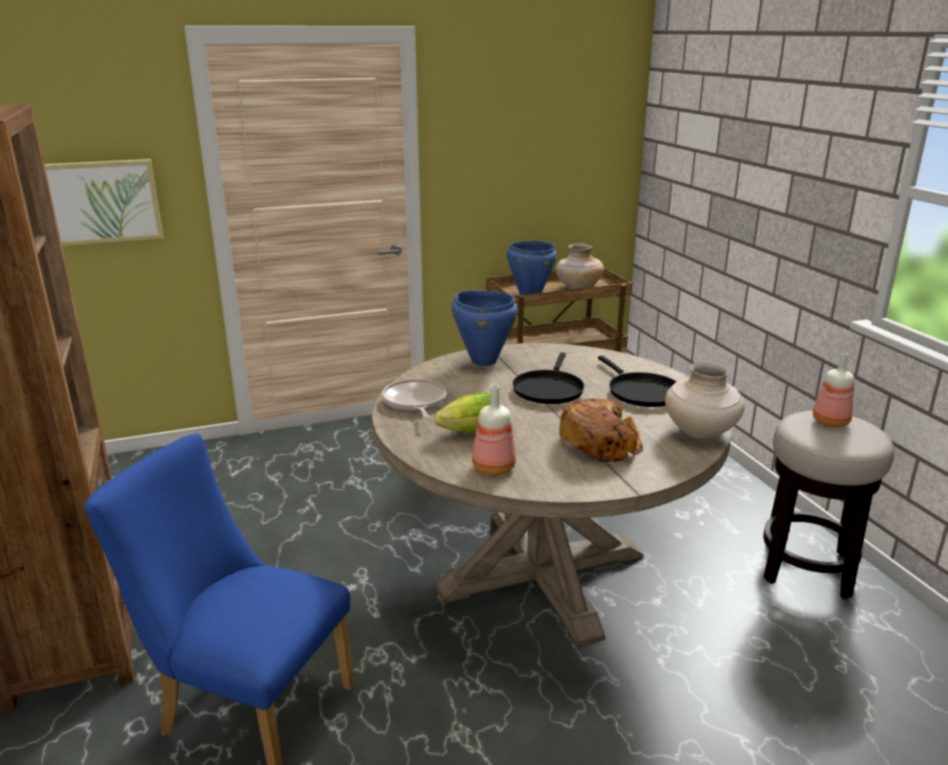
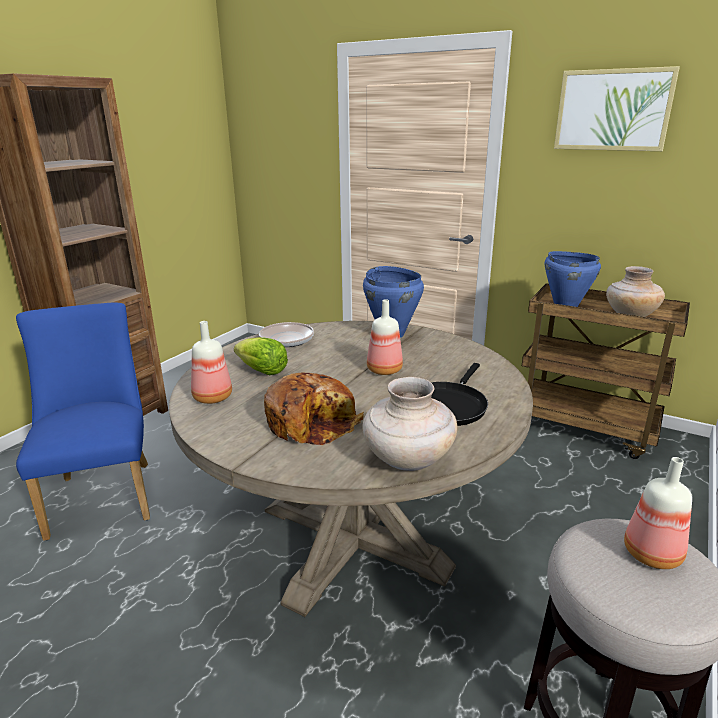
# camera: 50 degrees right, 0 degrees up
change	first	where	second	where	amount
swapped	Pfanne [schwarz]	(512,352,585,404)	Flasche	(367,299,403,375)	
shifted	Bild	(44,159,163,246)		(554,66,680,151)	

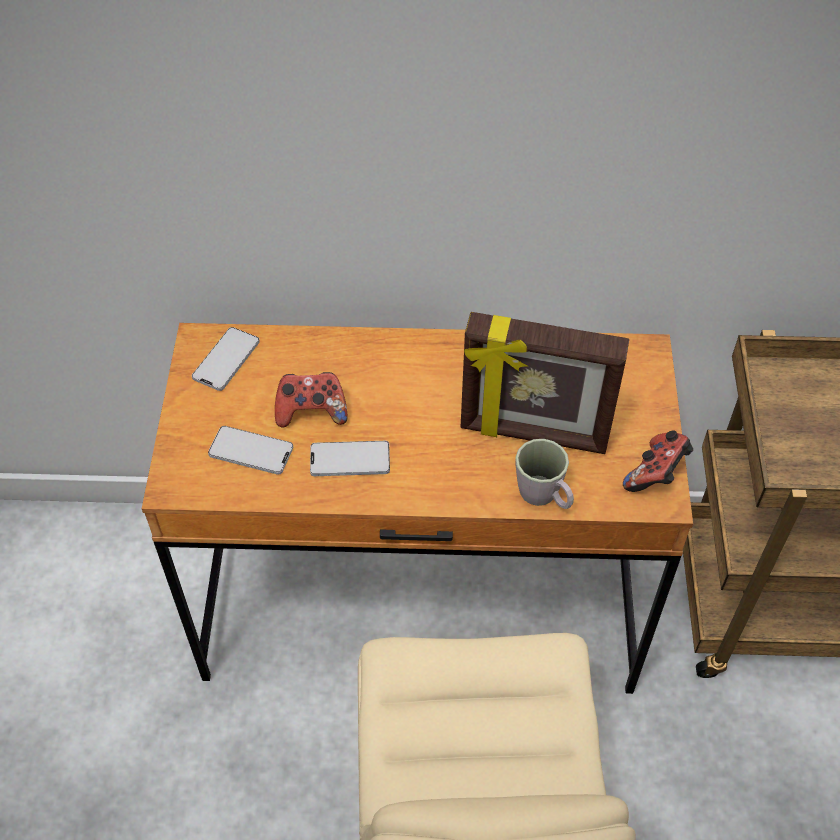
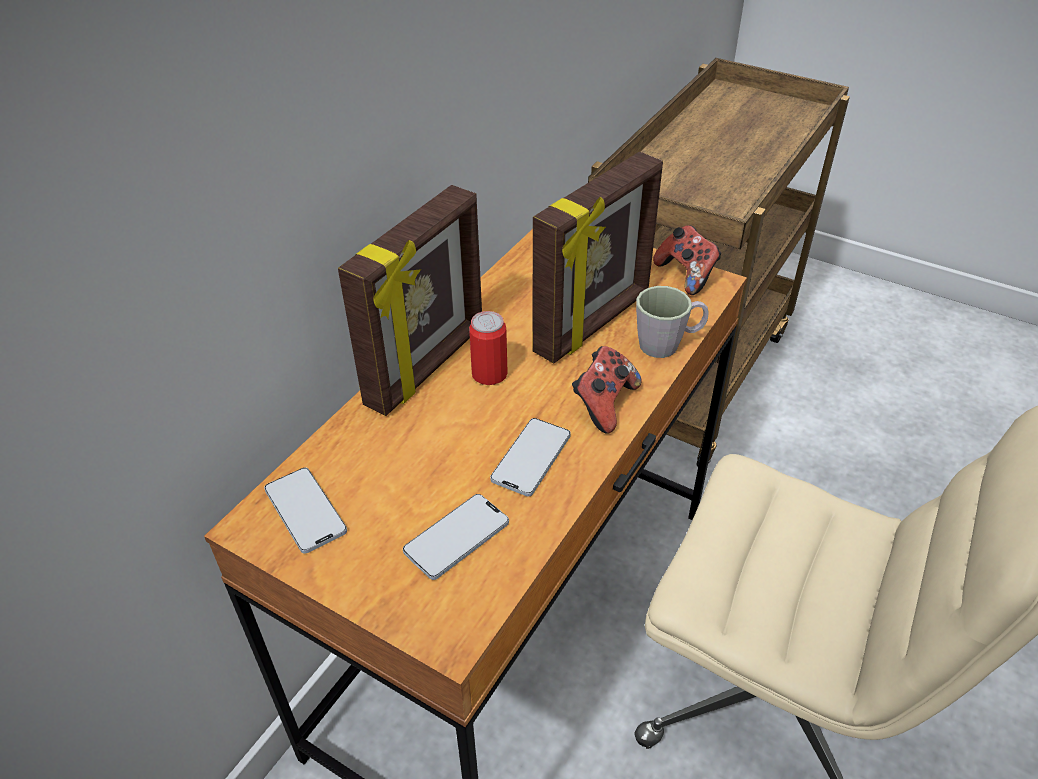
# camera: 60 degrees left, 10 degrees down
change	first	where	second	where	amount
new			Bilderrahmen	(338,185,482,416)	
new			Dose	(469,311,508,385)	
shifted	Gamepad	(275,372,348,427)		(572,346,642,434)	

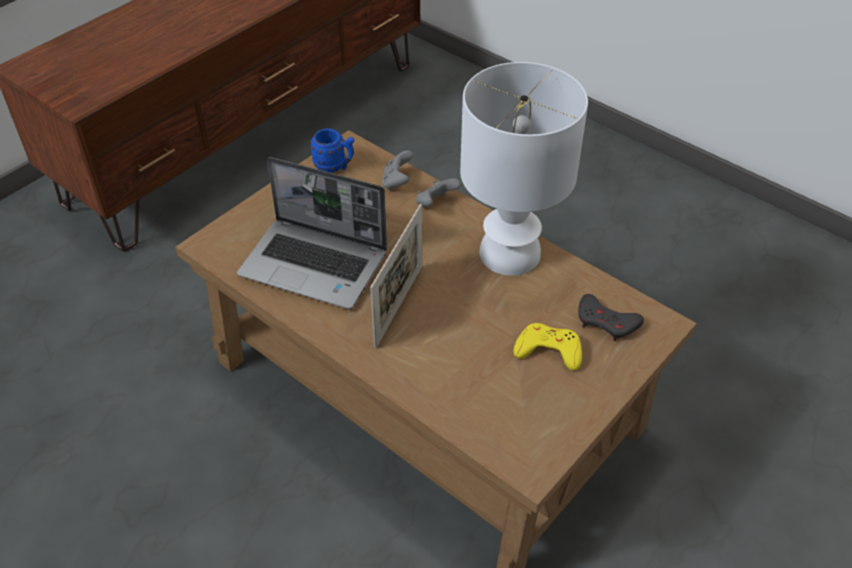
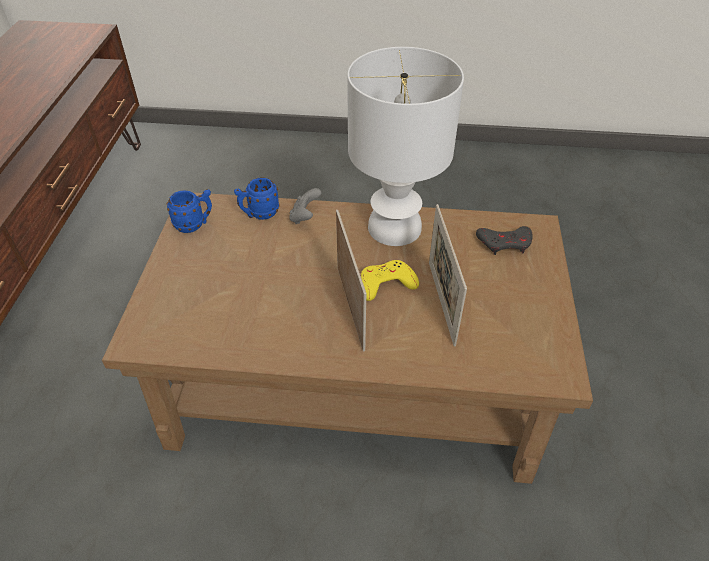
# camera: 35 degrees left, 0 degrees up
change	first	where	second	where	amount
swapped	Gamepad [grau]	(382,150,413,191)	Henkelbecher [blau]	(234,178,280,220)	
shifted	Gamepad [gelb]	(514,323,582,370)		(361,260,419,301)	
new			Bilderrahmen	(429,204,467,346)	
gone	Laptop	(237,157,387,309)			

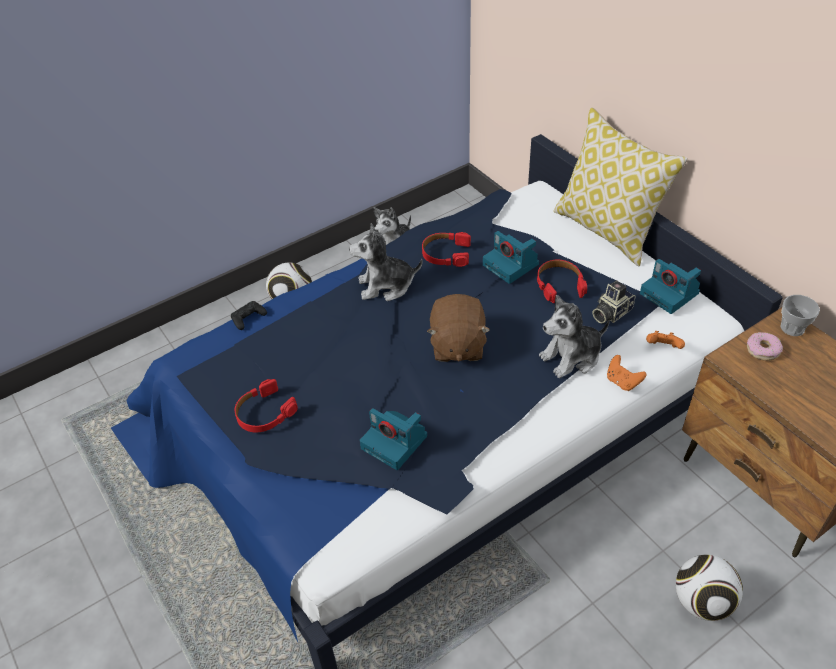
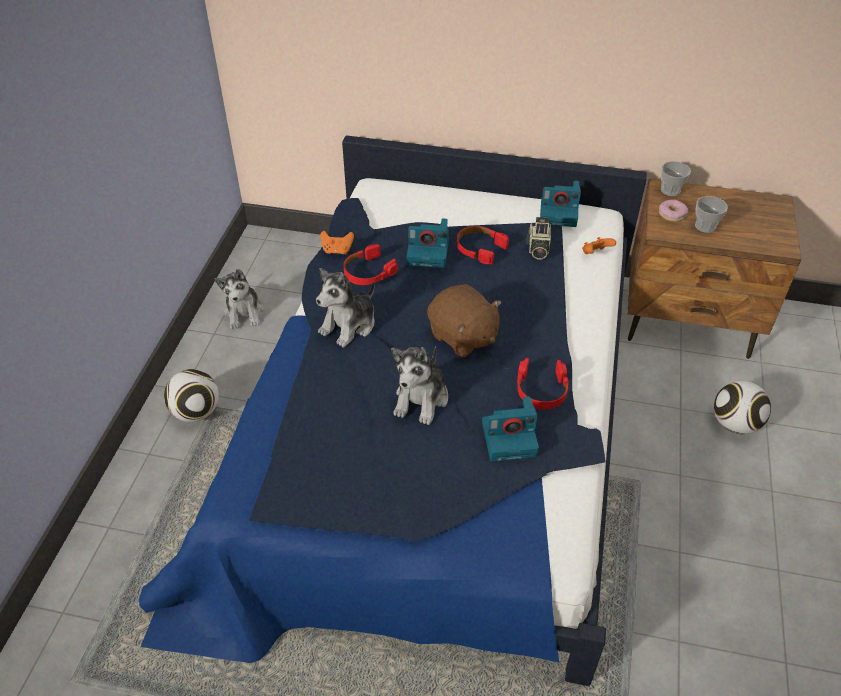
# camera: 45 degrees left, 0 degrees up
change	first	where	second	where	amount
shifted	Gamepad [orange]	(607,355,646,391)		(320,231,354,254)	
shifted	Plüschtier	(539,295,609,378)		(391,346,448,425)	
shifted	Kopfhörer [rot]	(235,379,298,432)		(516,358,569,409)	
new			Tasse	(695,196,728,233)	
gone	Gamepad [schwarz]	(231,301,267,330)			
gone	Kissen	(554,107,688,266)			

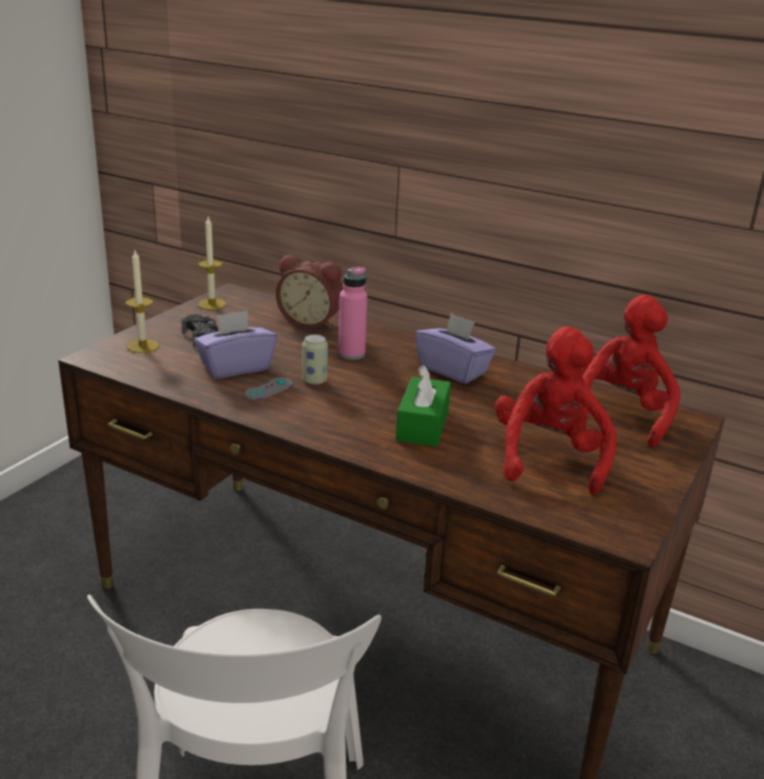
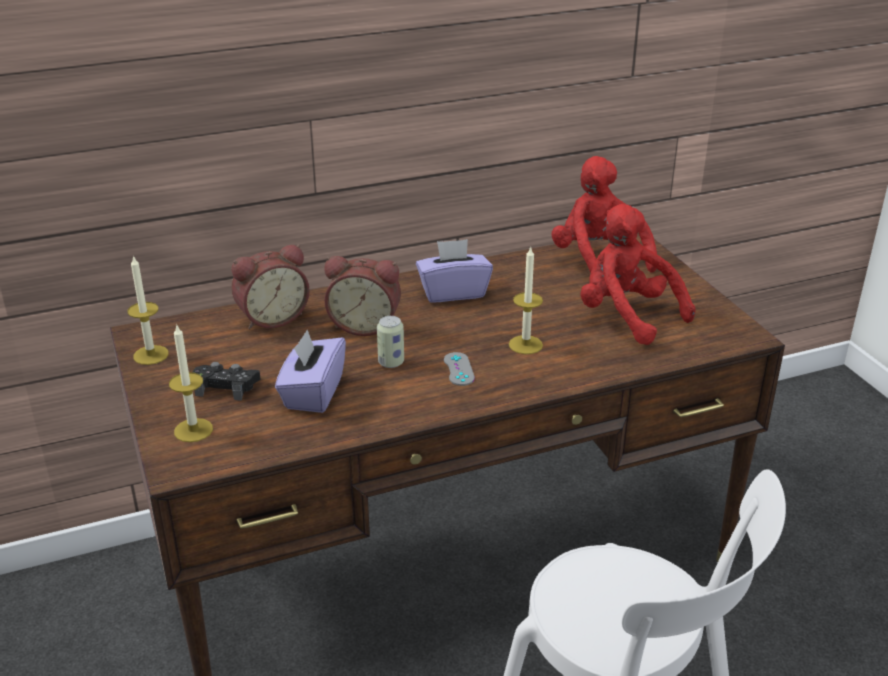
# camera: 50 degrees left, 5 degrees up
change	first	where	second	where	amount
swapped	Flasche [rosa]	(338,267,367,360)	Wecker	(324,256,401,336)	
shifted	Gamepad [grau]	(245,378,293,400)		(444,352,475,386)	
swapped	Taschentuchbox [grün]	(396,365,451,447)	Kerze	(509,247,543,354)	

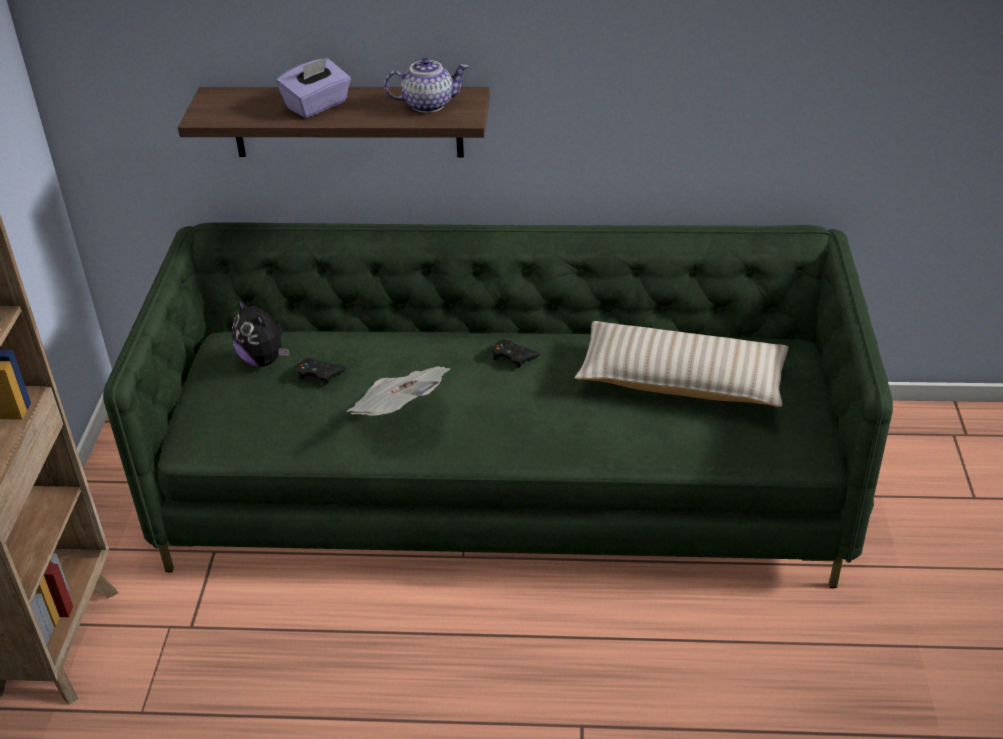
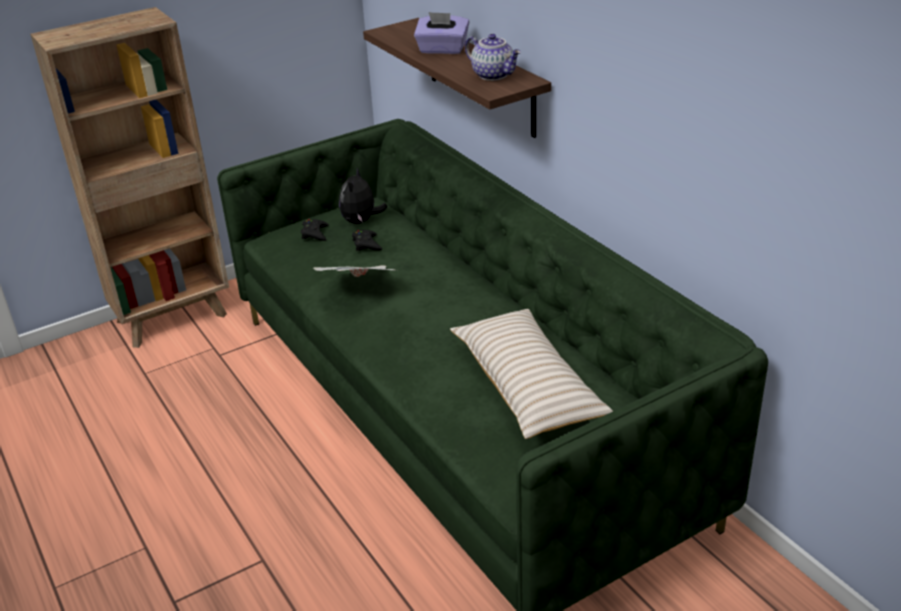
# camera: 55 degrees right, 5 degrees down
change	first	where	second	where	amount
shifted	Gamepad [schwarz]	(493,339,540,369)		(301,219,329,241)	

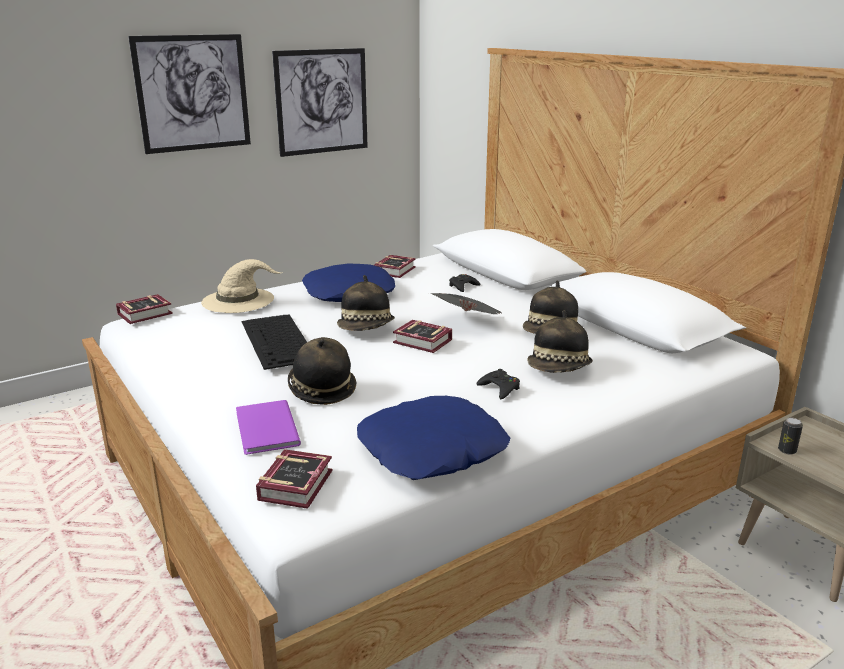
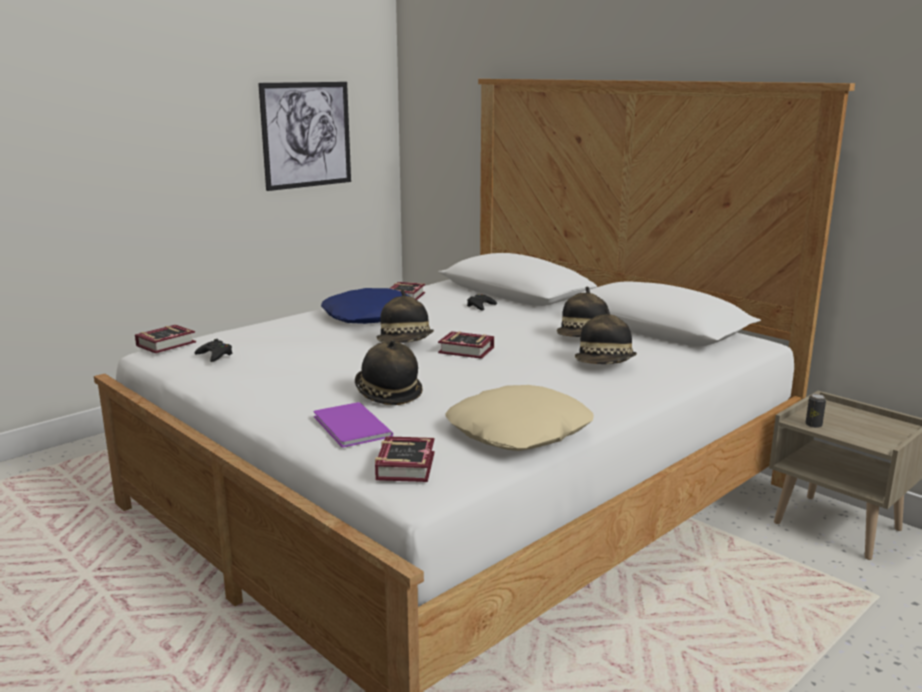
# camera: 10 degrees left, 5 degrees down
change	first	where	second	where	amount
shifted	Gamepad [schwarz]	(476,369,520,399)		(195,339,233,362)	
repainted	Kissen [blau]	(357,396,510,480)	Kissen [beige]	(445,385,594,451)	
gone	Bild	(128,34,251,154)			
gone	Hut [beige]	(201,259,283,313)			
gone	Tastatur	(242,314,307,370)			
gone	Zeitung	(430,293,502,314)			

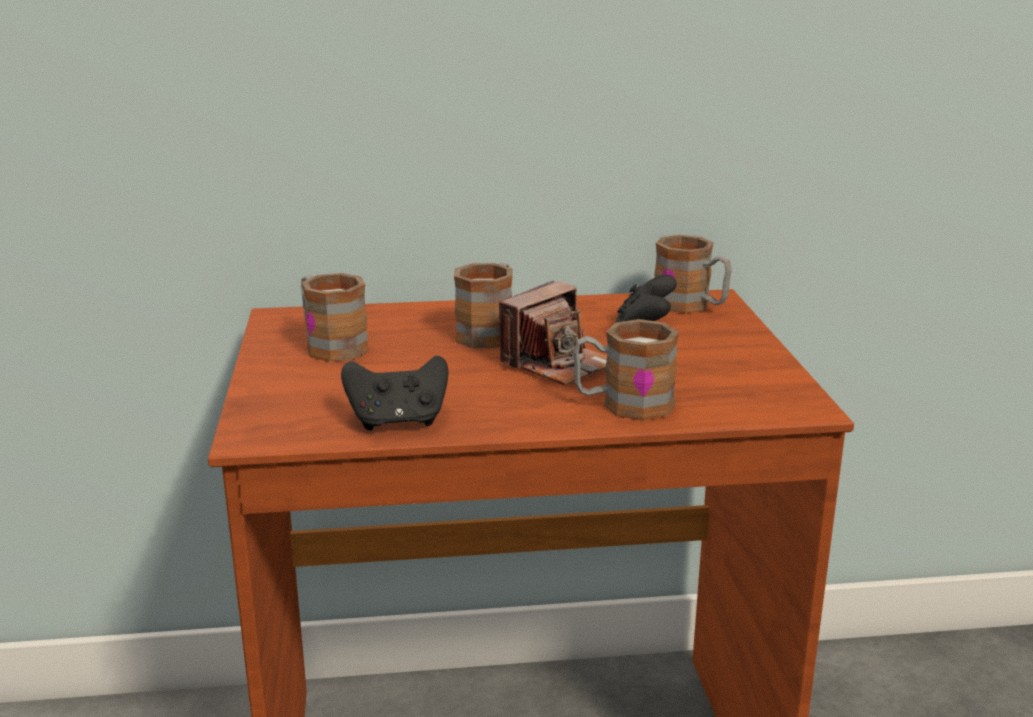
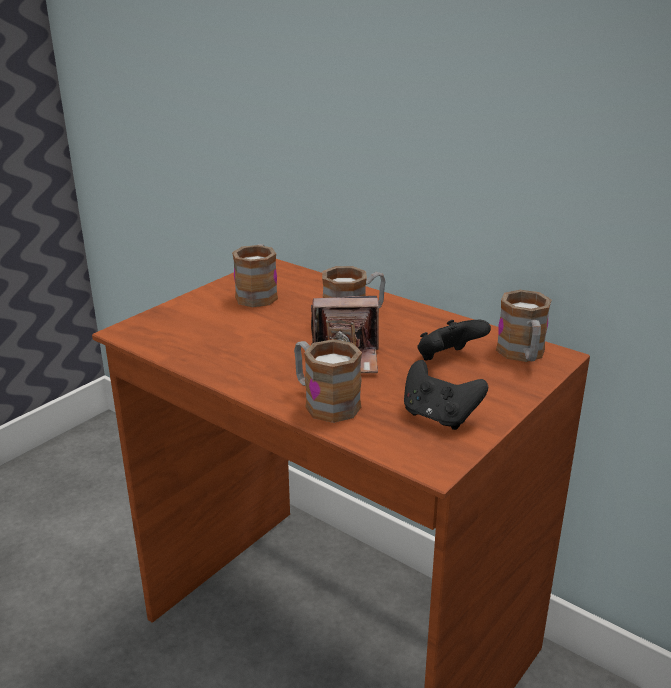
# camera: 45 degrees right, 5 degrees up
change	first	where	second	where	amount
shifted	Gamepad [schwarz]	(341,356,449,430)		(404,360,488,430)	

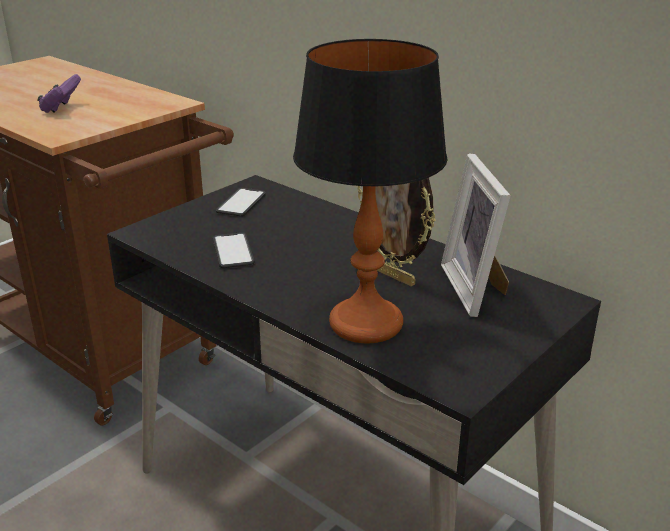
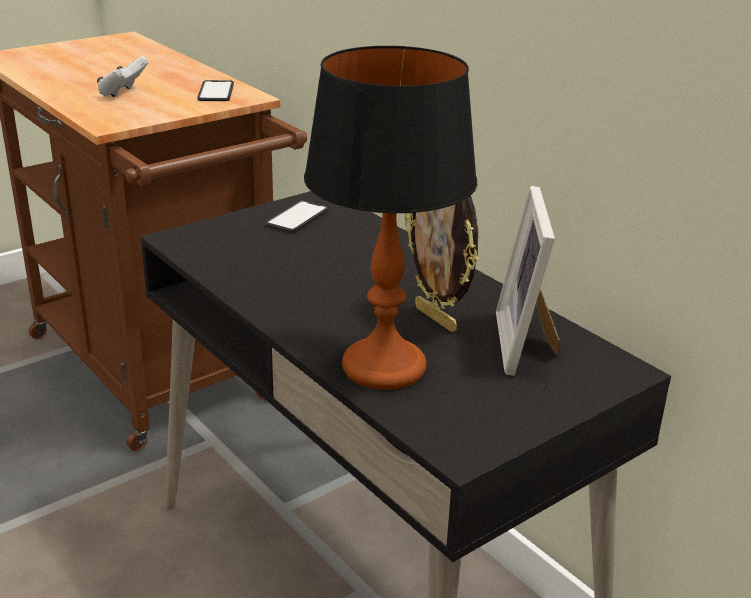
# camera: 10 degrees right, 0 degrees up
change	first	where	second	where	amount
repainted	Gamepad [lila]	(37,74,81,113)	Gamepad [weiß]	(97,56,148,97)	
shifted	Handy	(213,232,255,268)		(198,80,234,101)	

